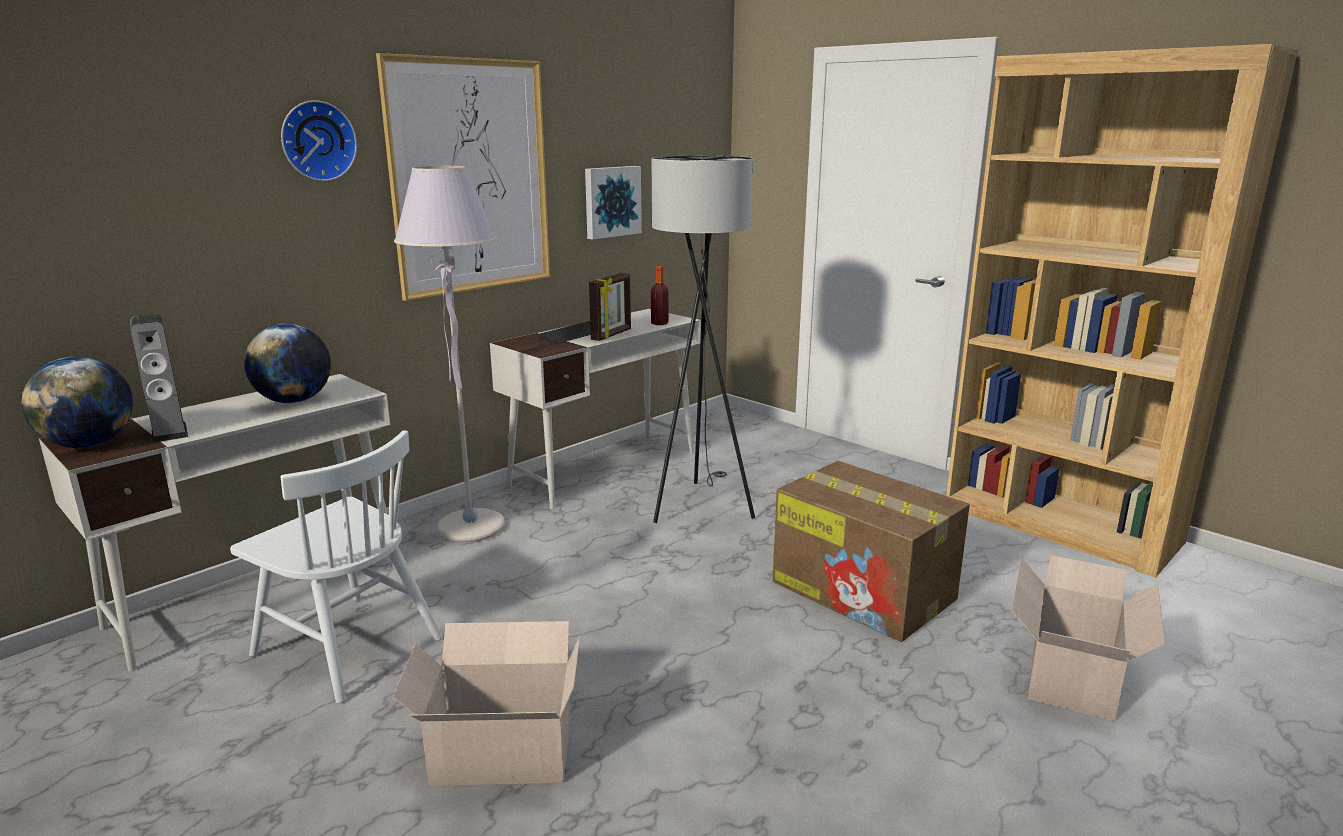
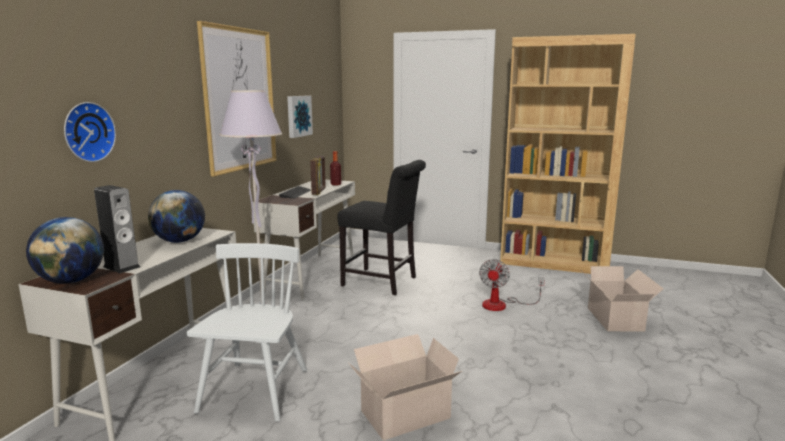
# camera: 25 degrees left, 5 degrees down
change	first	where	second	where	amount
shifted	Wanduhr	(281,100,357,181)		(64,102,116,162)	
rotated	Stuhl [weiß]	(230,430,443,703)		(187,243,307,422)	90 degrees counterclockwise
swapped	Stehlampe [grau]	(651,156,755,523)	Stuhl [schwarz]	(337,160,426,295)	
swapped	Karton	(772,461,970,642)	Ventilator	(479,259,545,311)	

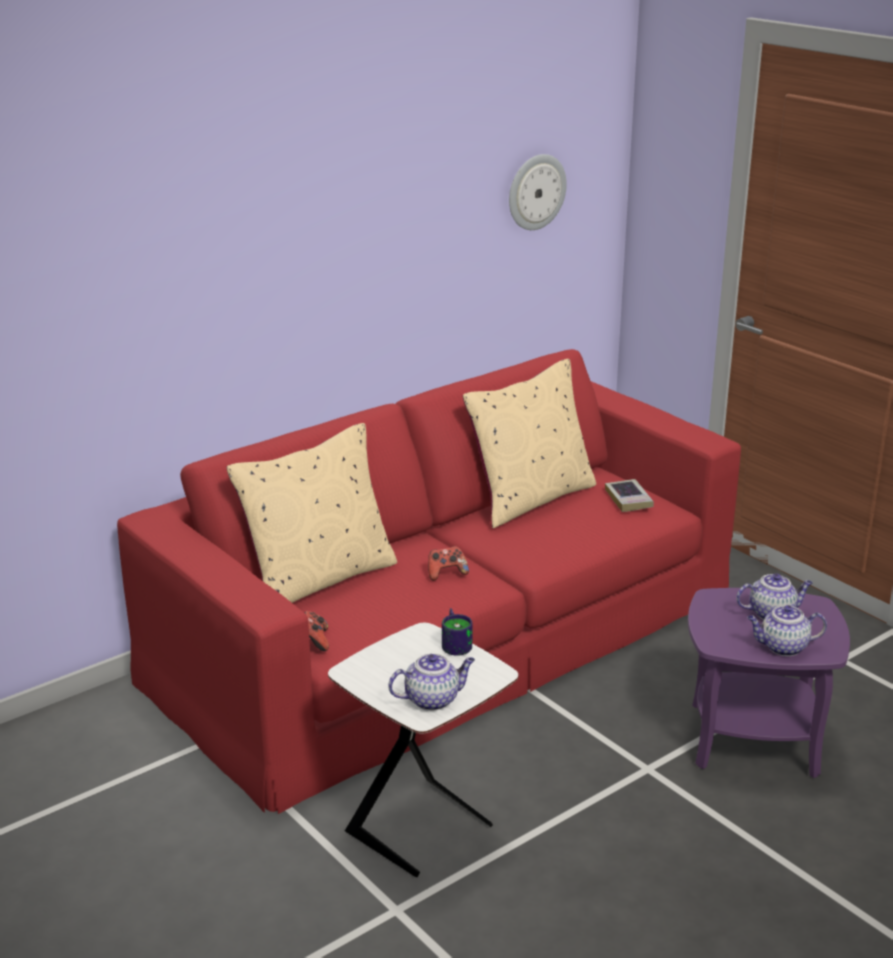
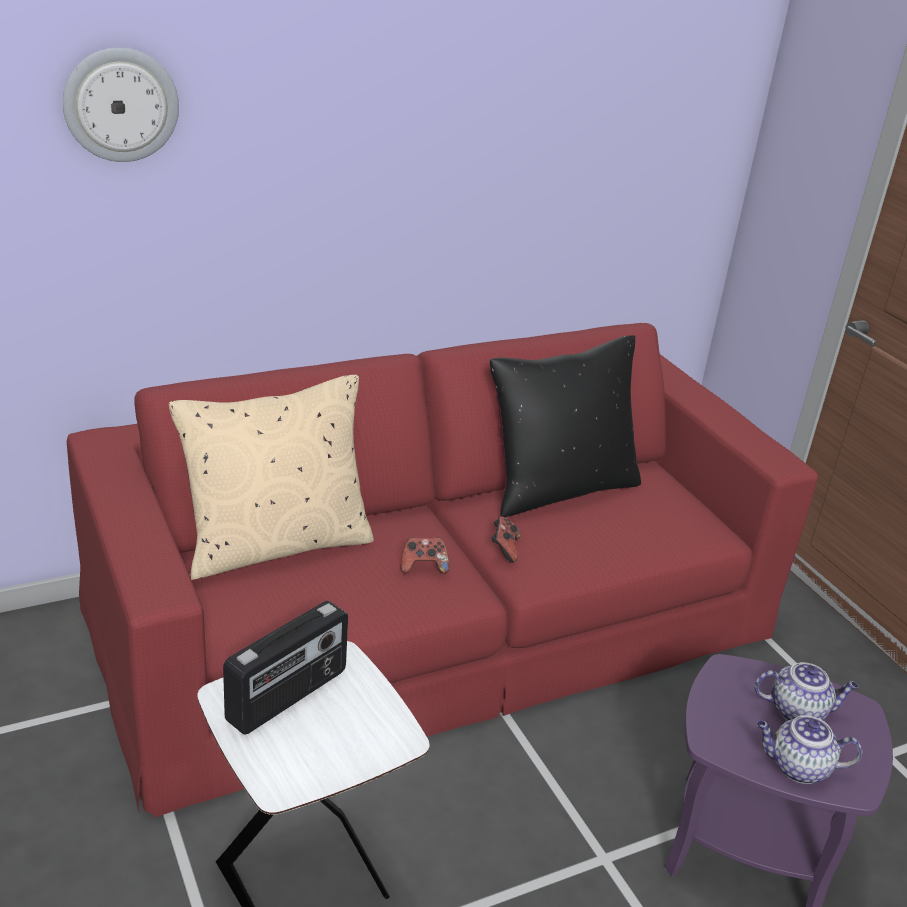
# camera: 10 degrees right, 5 degrees up
change	first	where	second	where	amount
shifted	Wanduhr	(509,154,567,230)		(63,47,179,162)	
new			Radio	(223,600,348,735)	
repainted	Kissen [beige]	(463,359,596,528)	Kissen [schwarz]	(490,335,641,517)	
shifted	Gamepad	(304,611,329,651)		(491,517,521,562)	
gone	Teekanne	(388,654,475,711)			
gone	Henkelbecher	(442,608,473,656)			
gone	Buch	(605,479,654,512)			

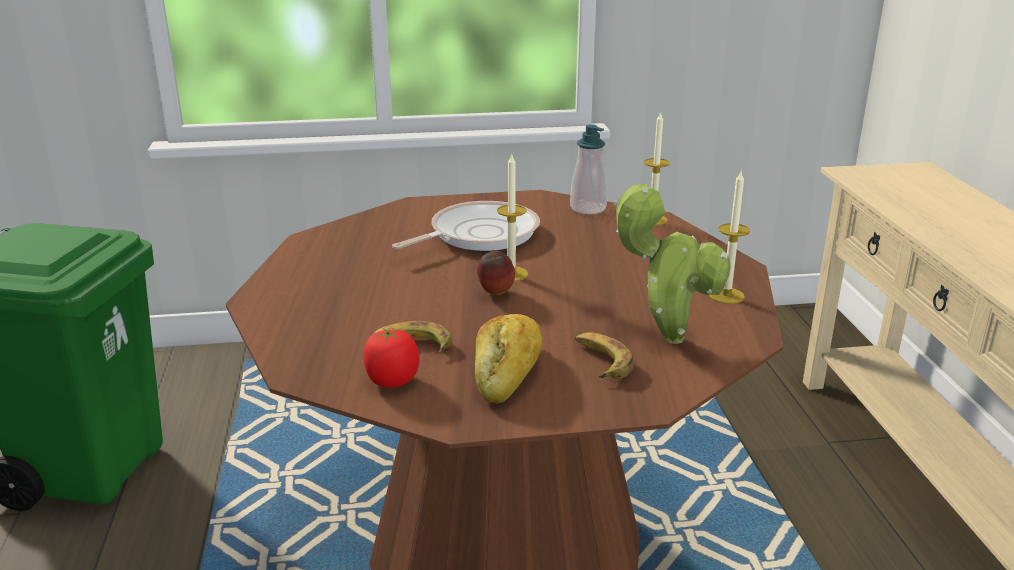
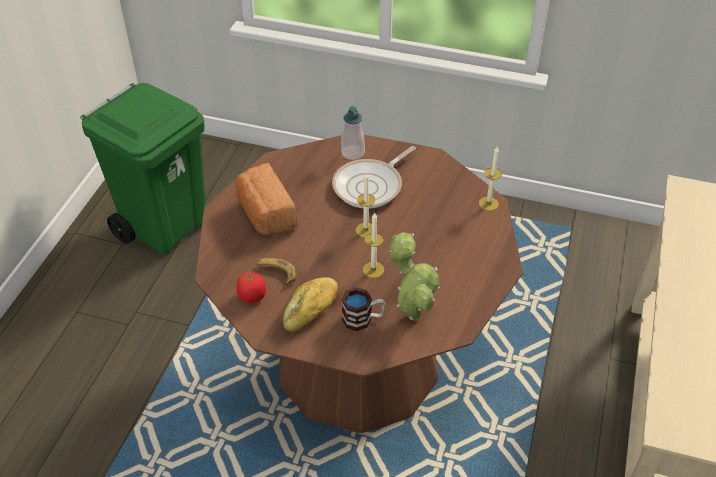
# camera: 25 degrees right, 20 degrees up
change	first	where	second	where	amount
new			Brot	(235,163,297,235)	
rotated	Pfanne	(393,201,540,251)		(332,146,416,209)	150 degrees clockwise
shifted	Seifenspender	(570,124,607,214)		(341,106,365,160)	
swapped	Banane	(575,332,634,379)	Henkelbecher	(342,287,385,331)	
shifted	Kerze	(709,172,750,304)		(363,213,384,278)	
gone	Apfel	(477,251,515,295)			

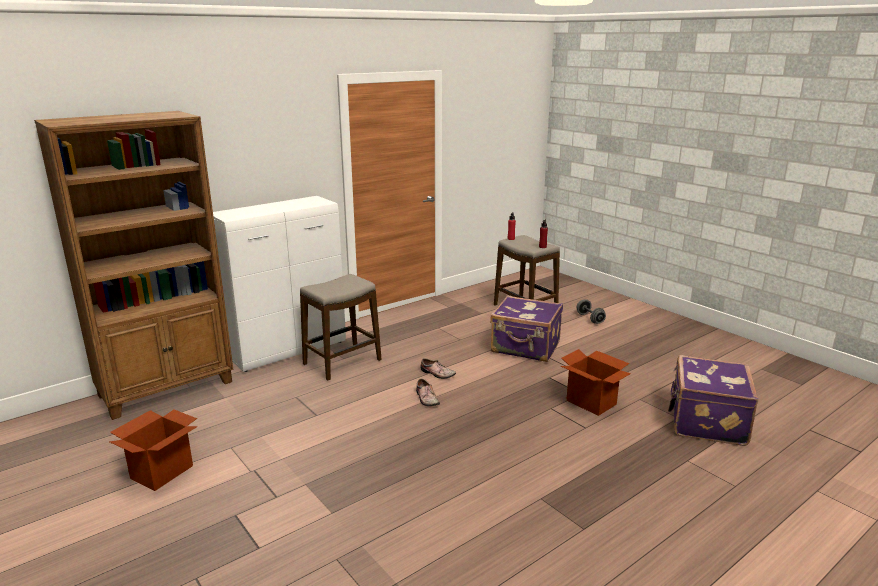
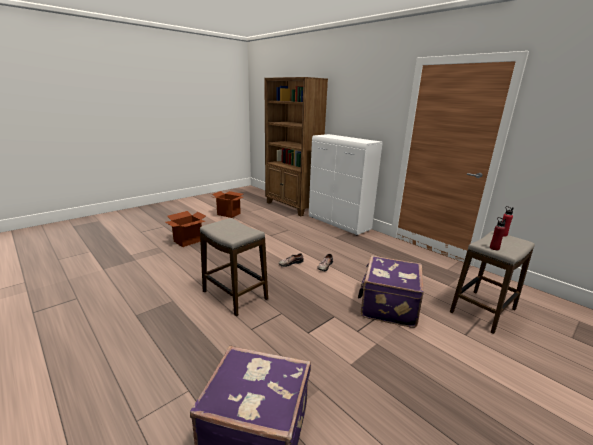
# camera: 85 degrees right, 0 degrees up
change	first	where	second	where	amount
shifted	Karton	(561,349,631,416)		(165,211,206,247)	
shifted	Hocker	(300,274,382,381)		(200,218,268,316)	
gone	Hantel [grau]	(577,299,606,324)			

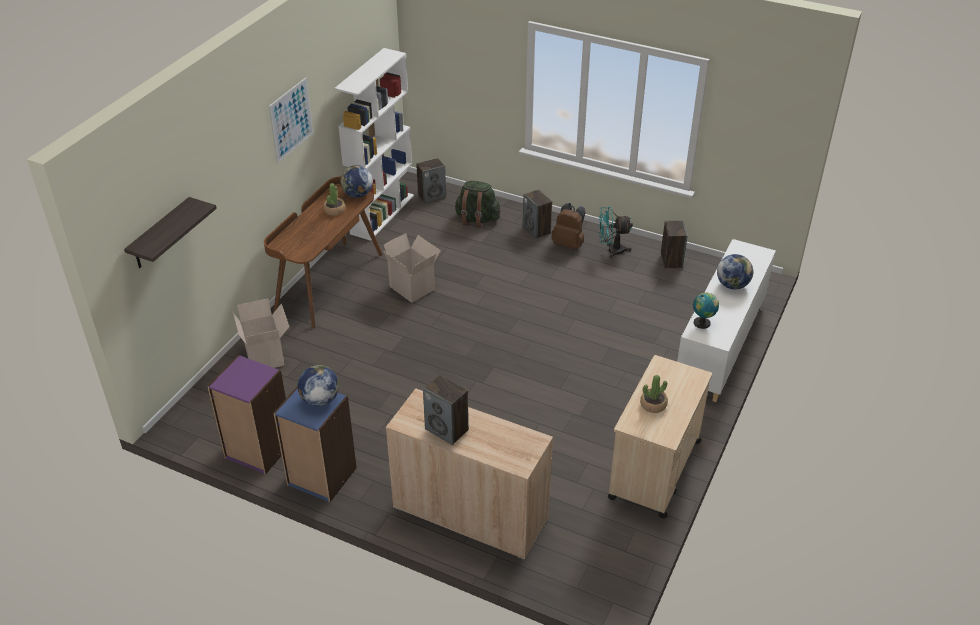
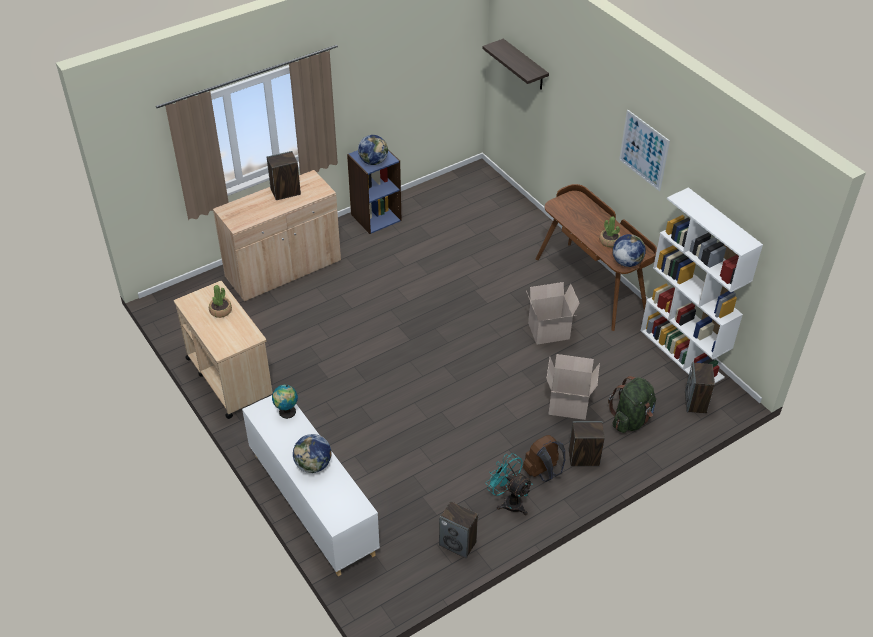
# camera: 120 degrees right, 5 degrees up
change	first	where	second	where	amount
rotated	Ventilator [türkis]	(599,206,633,259)		(485,453,533,516)	75 degrees counterclockwise
shifted	Karton	(233,298,289,368)		(546,354,600,420)	
gone	Bücherregal [lila]	(207,355,286,475)			

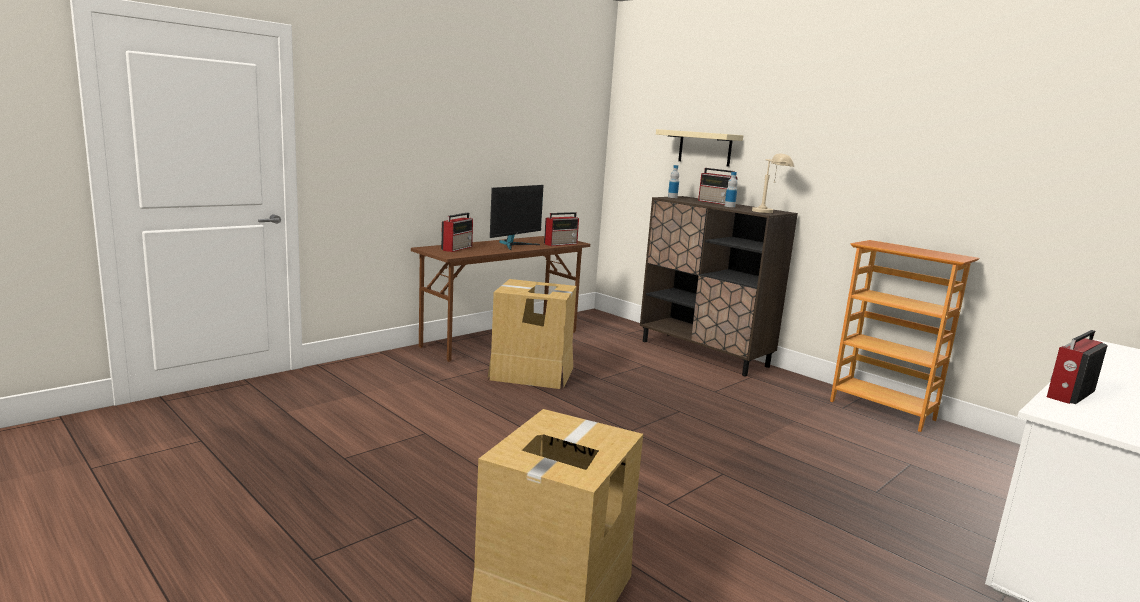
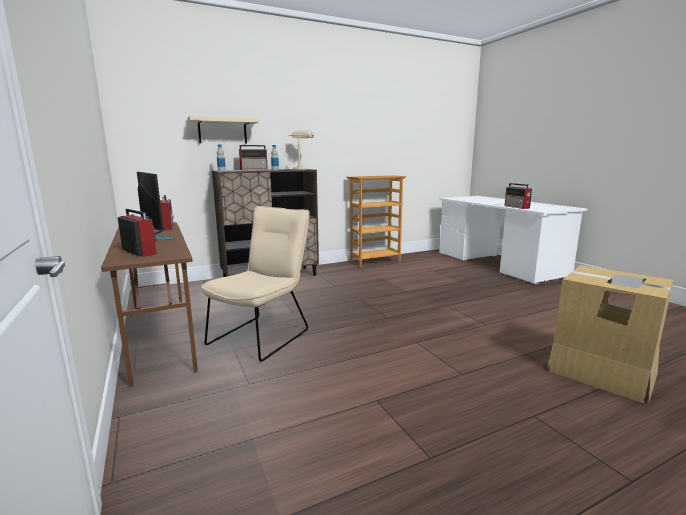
# camera: 70 degrees left, 0 degrees up
change	first	where	second	where	amount
swapped	Karton	(487,279,576,389)	Stuhl [beige]	(201,206,310,362)	

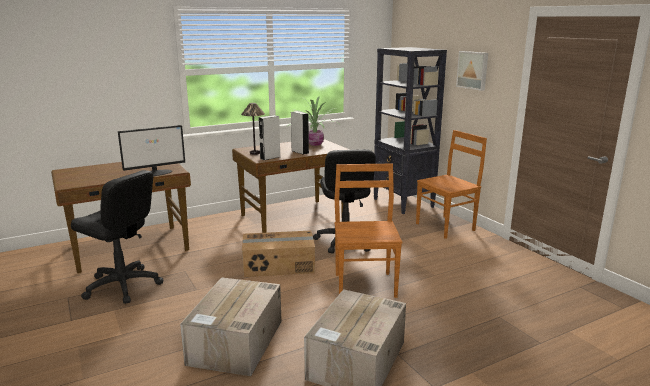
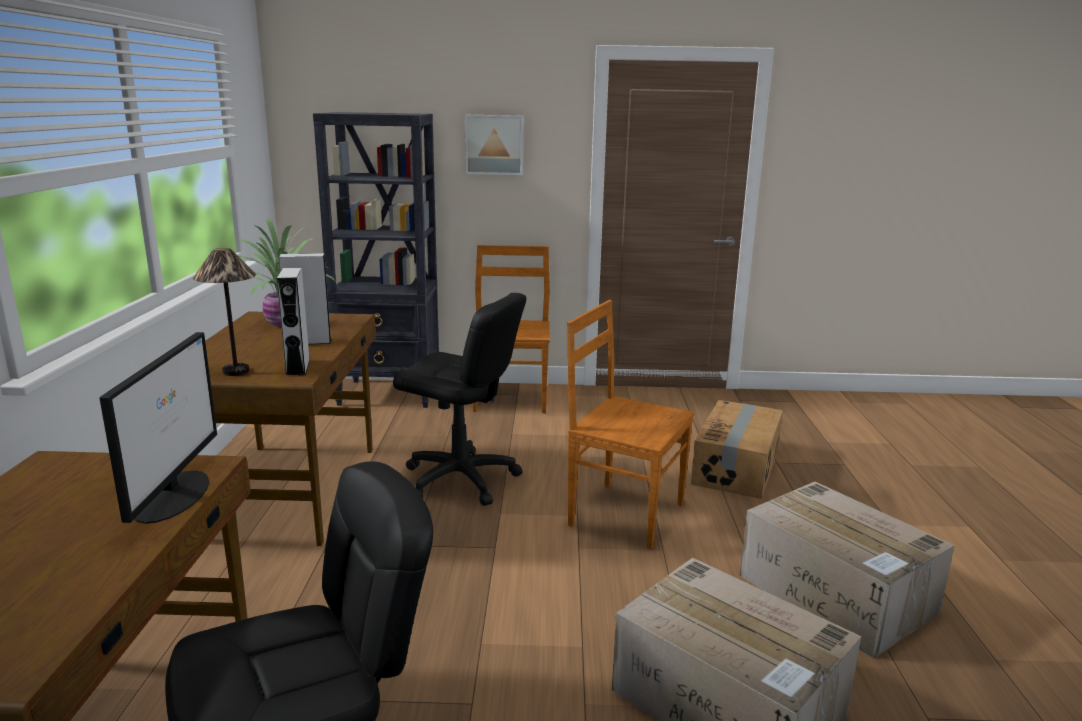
# camera: 60 degrees left, 0 degrees up
change	first	where	second	where	amount
shifted	Karton	(242,231,315,277)		(691,400,783,499)	

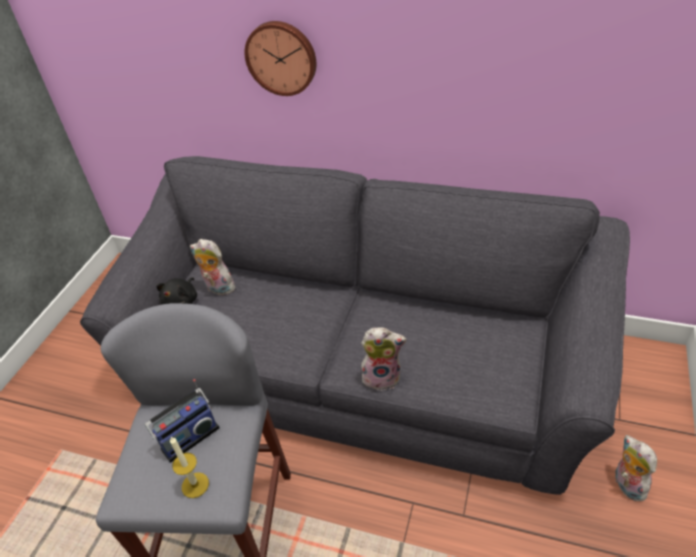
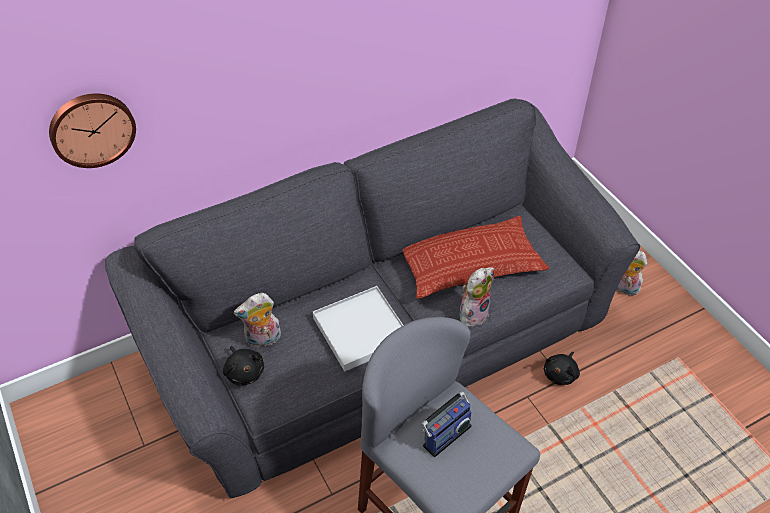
# camera: 50 degrees left, 5 degrees up
change	first	where	second	where	amount
shifted	Wanduhr	(245,21,316,96)		(49,93,136,168)	
new			Tablett [weiß]	(313,286,403,372)	
new			Kissen	(402,216,549,299)	
rotated	Radio	(145,379,220,463)		(421,385,472,457)	45 degrees clockwise
new			Plüschtier [schwarz]	(544,352,580,385)	
gone	Kerze	(170,437,209,498)			

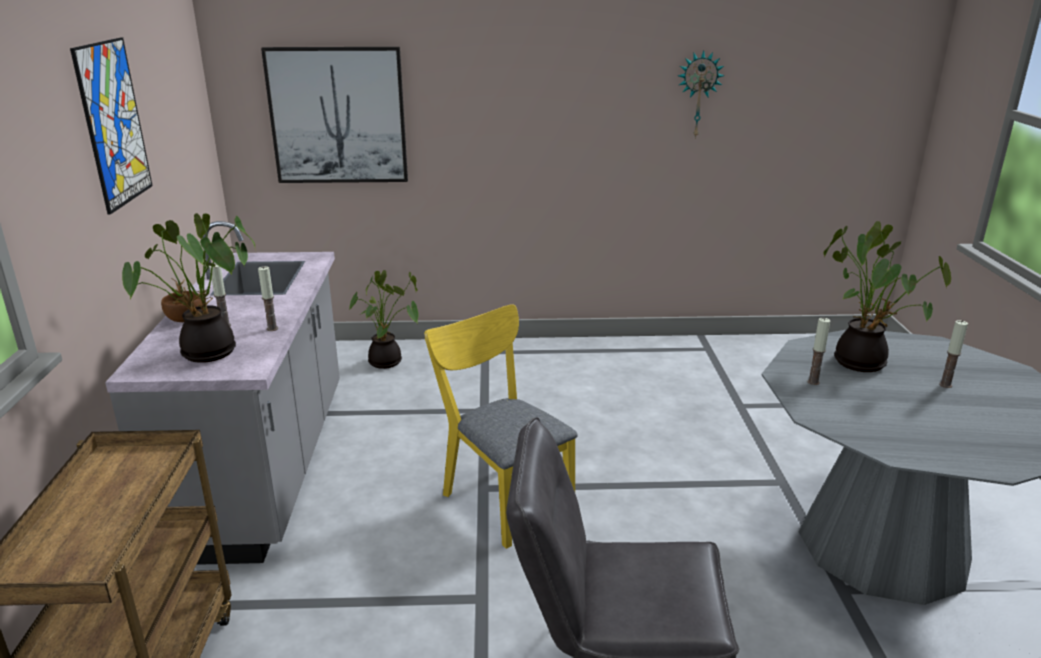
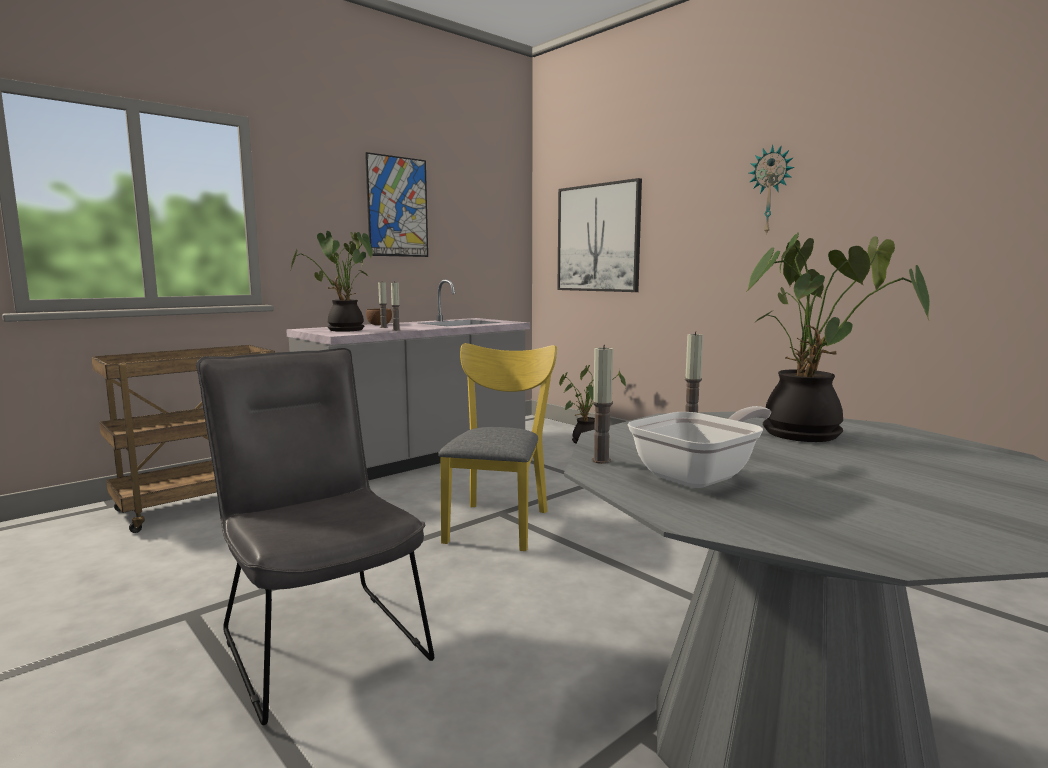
# camera: 50 degrees right, 15 degrees down
change	first	where	second	where	amount
shifted	Kerze	(939,320,968,388)		(591,345,613,464)	
new			Pfanne	(627,406,771,488)	
shifted	Wanduhr	(678,51,725,139)		(749,145,795,235)	

